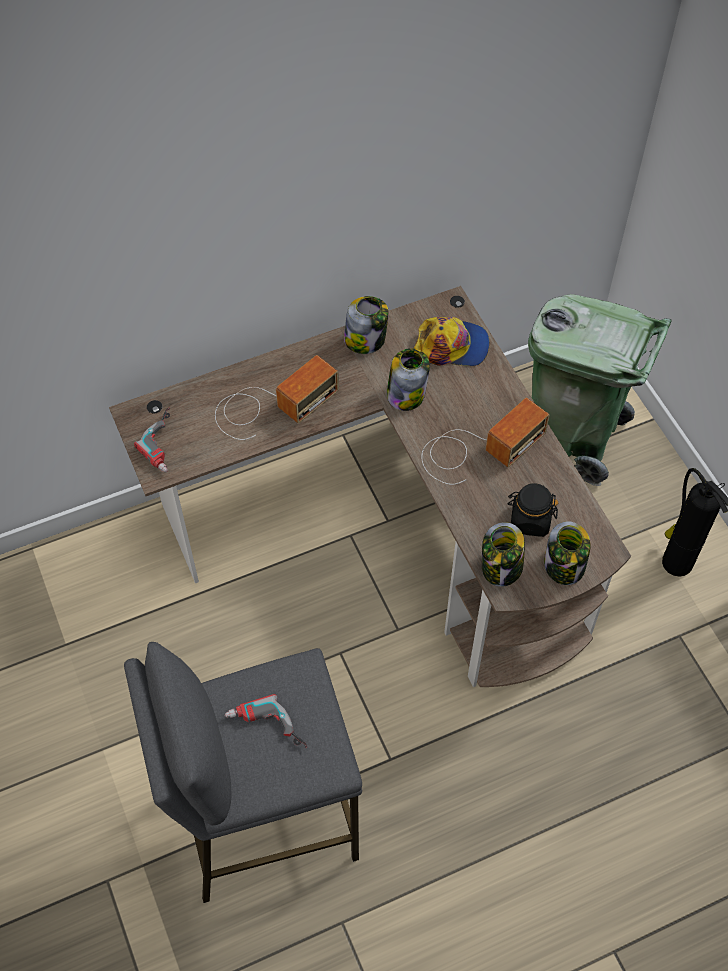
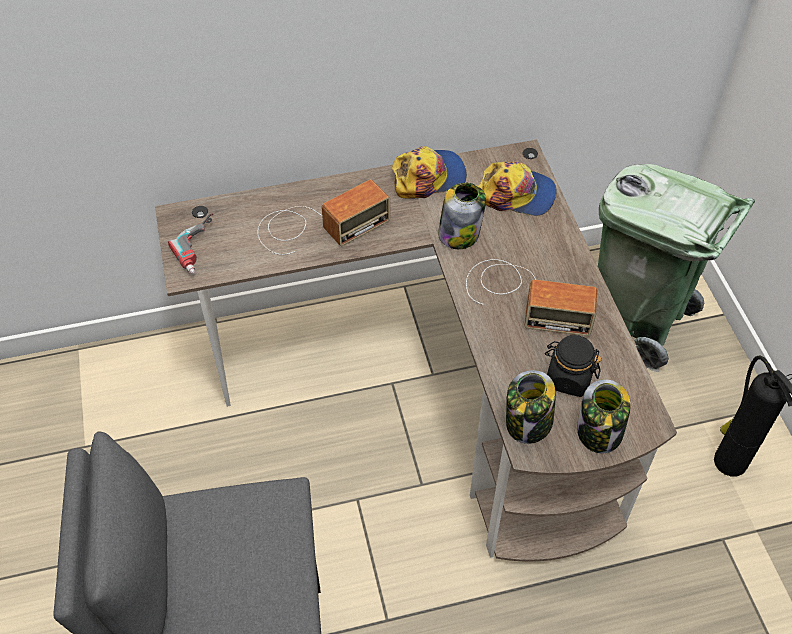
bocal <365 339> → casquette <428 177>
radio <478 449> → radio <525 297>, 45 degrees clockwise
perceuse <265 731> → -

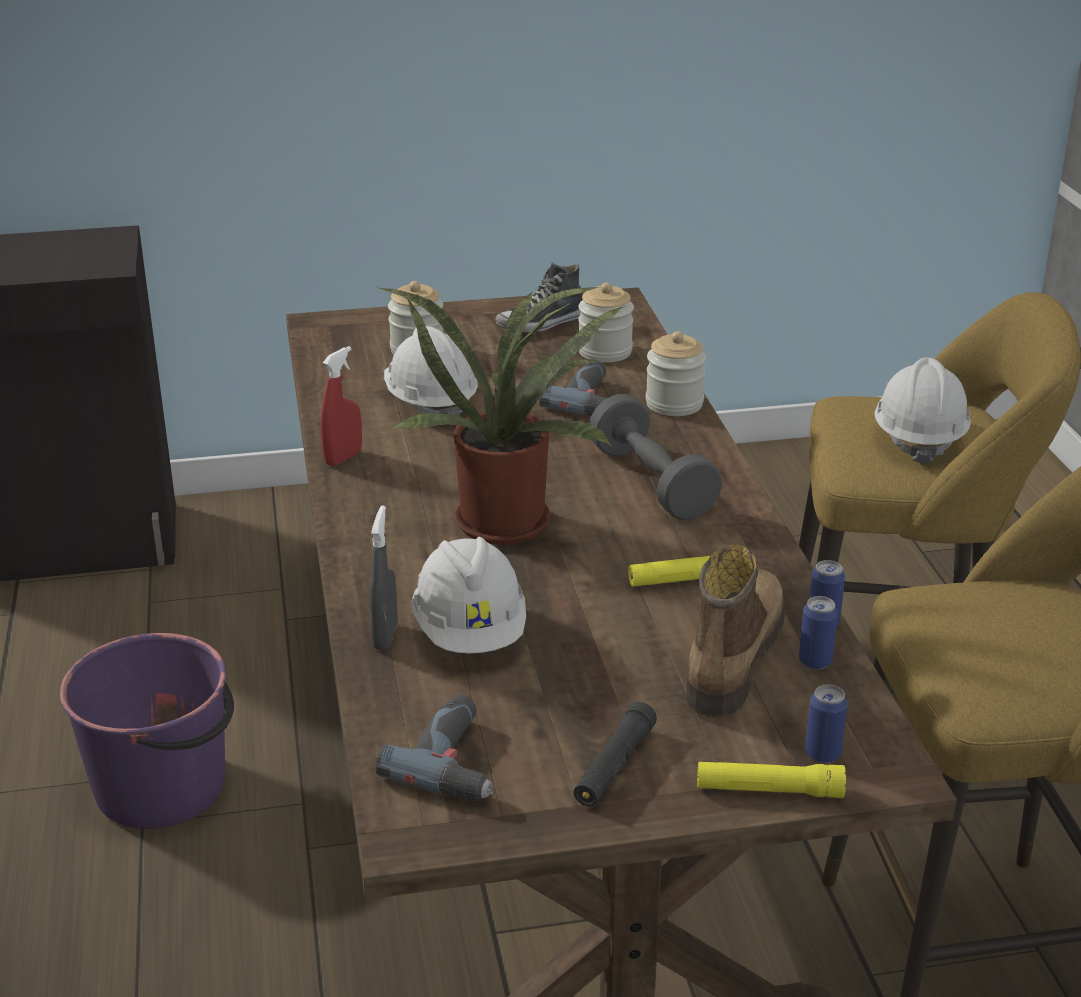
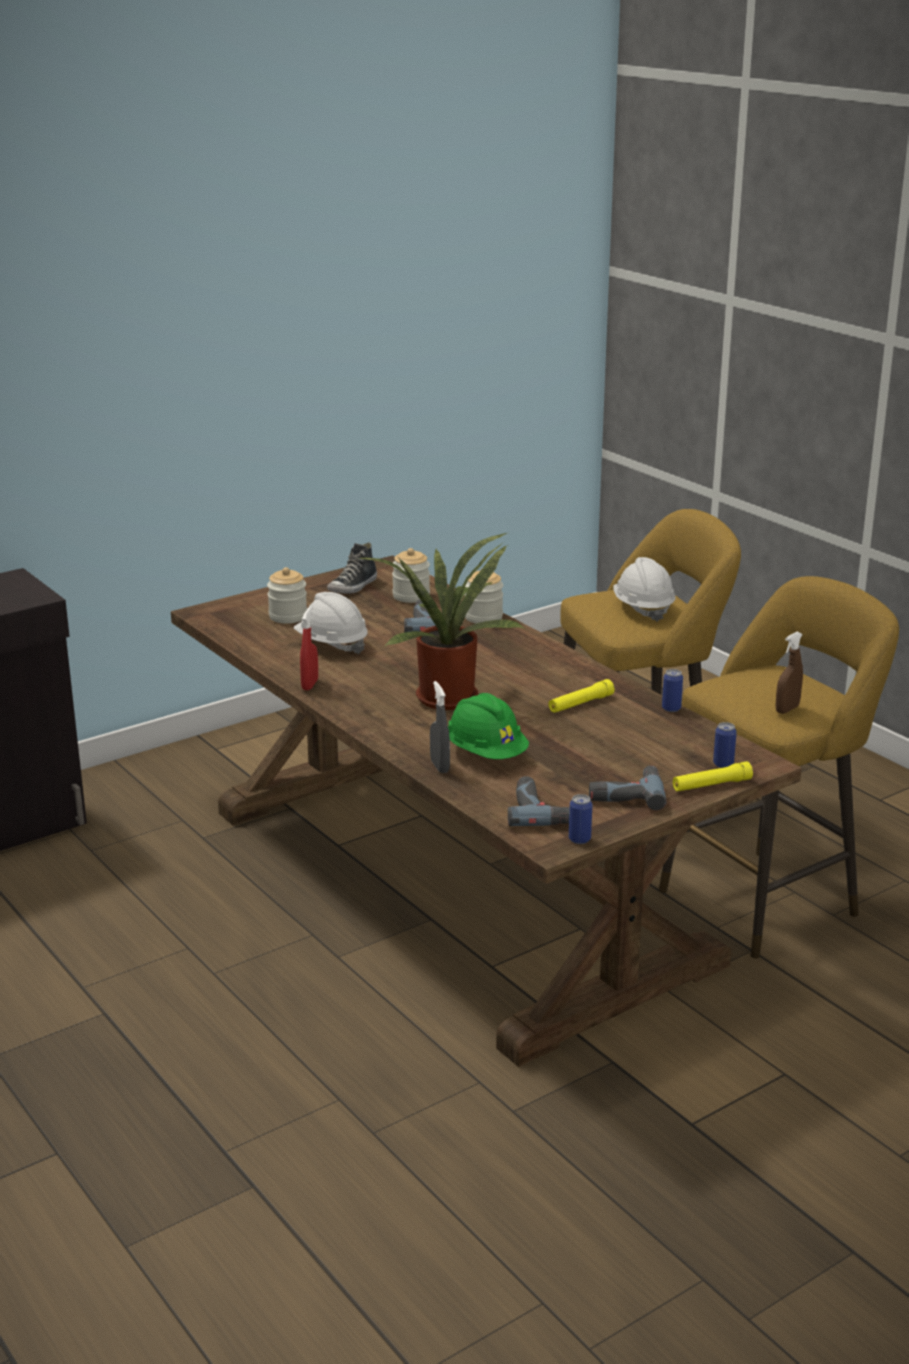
haltère (gris) <652 482> → -
casque de chantier (blanc) <470 633> → casque de chantier (vert) <486 754>
botte <731 657> → -
boîte métallique <815 661> → boîte métallique <579 839>, moved
seau (violet) <163 787> → -
lampe de poche (noir) <614 766> → perceuse <625 793>
- → vaporisateur (marron) <787 709>

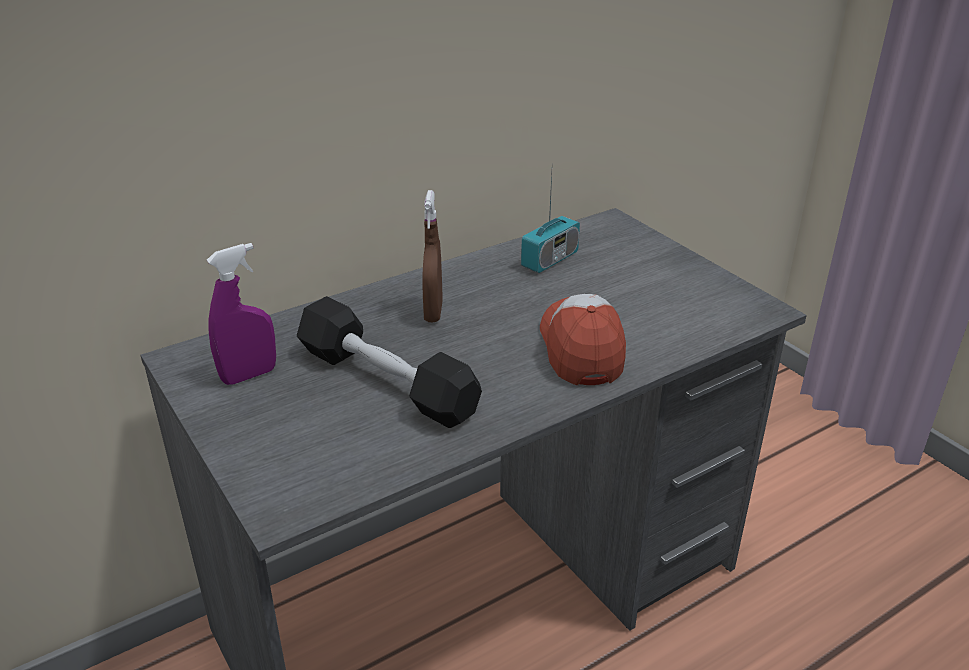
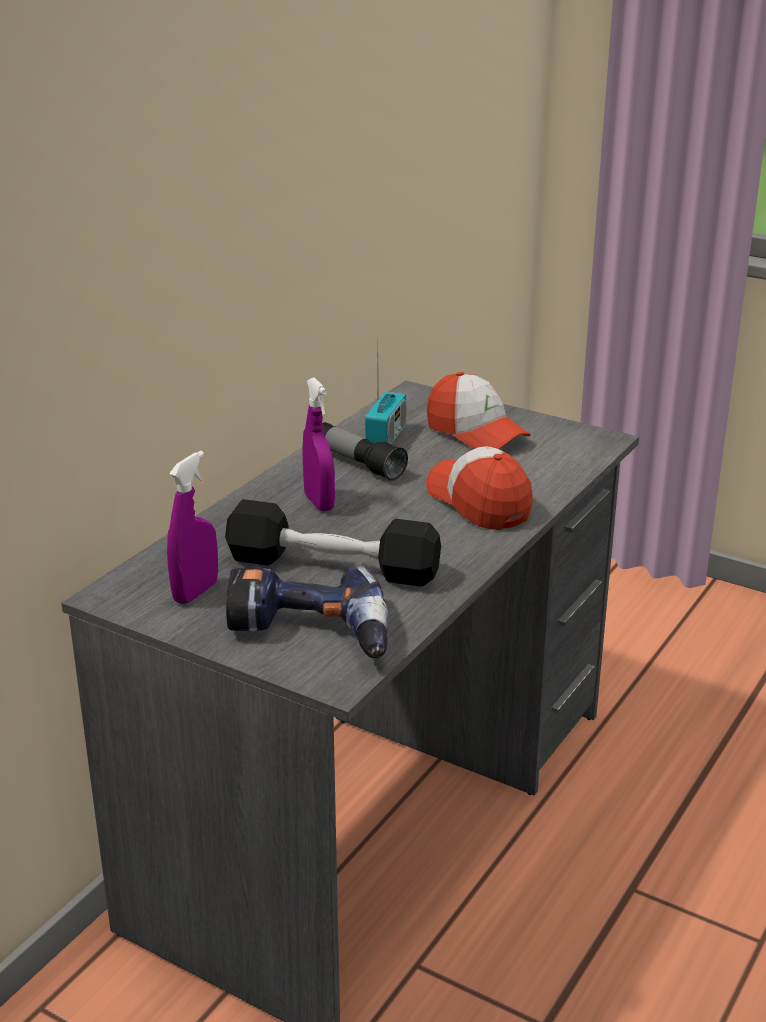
vaporisateur (marron) <433 312> → vaporisateur (violet) <319 502>
- → casquette <476 433>
- → lampe de poche <358 464>
- → perceuse <308 636>

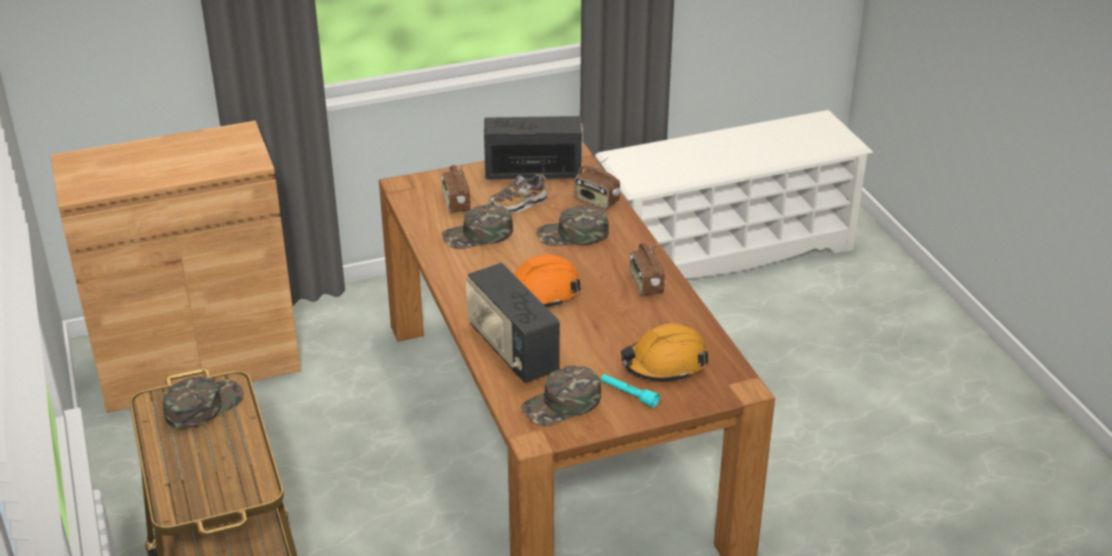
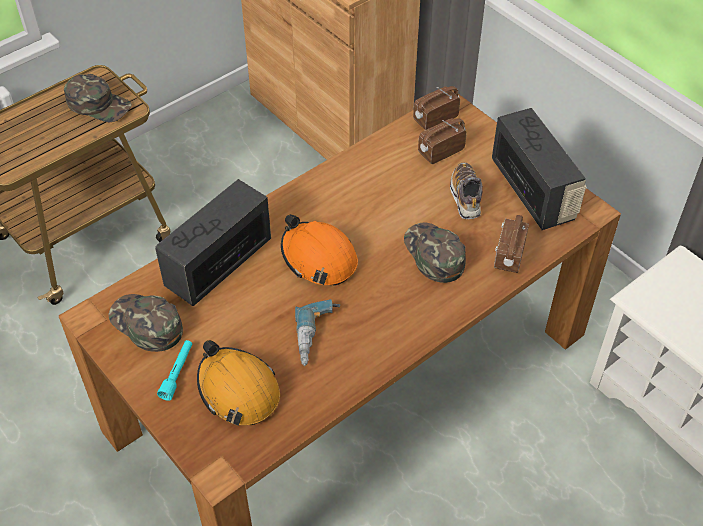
chaussure <518 204> → chaussure <466 197>, 45 degrees clockwise
casquette (vert) <478 235> → -
radio <645 284> → radio <435 119>, moved
- → perceuse <318 337>

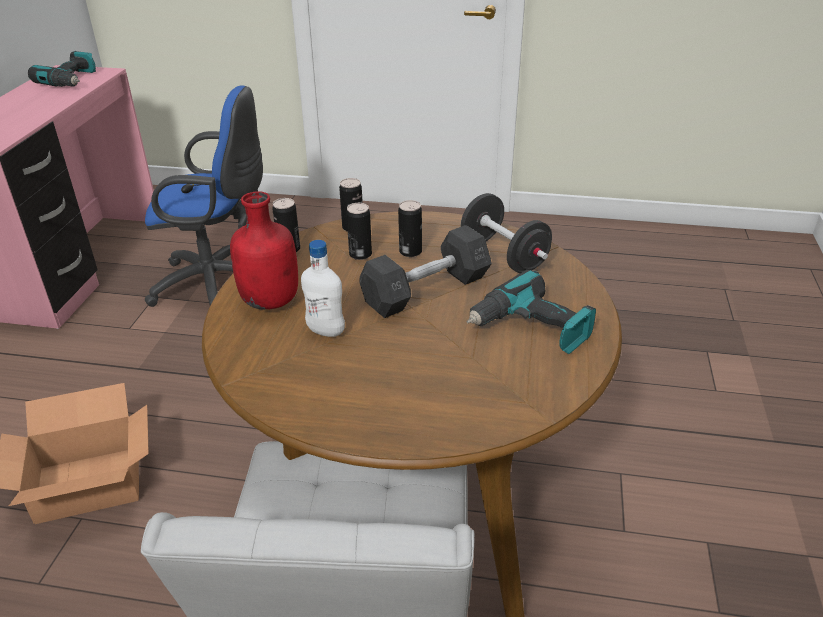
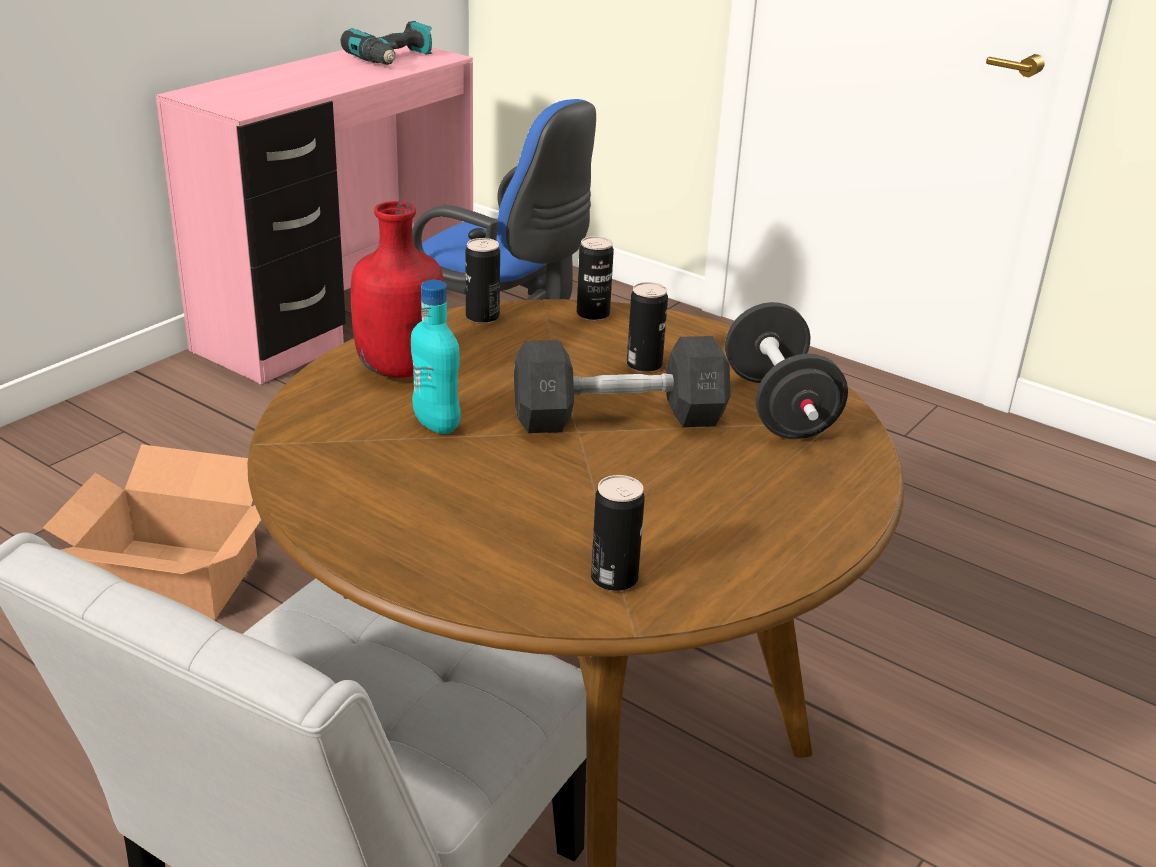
boîte métallique <360 254> → boîte métallique <614 578>, moved
bouteille (blanc) <326 331> → bouteille (turquoise) <436 424>
perceuse <531 329> → -

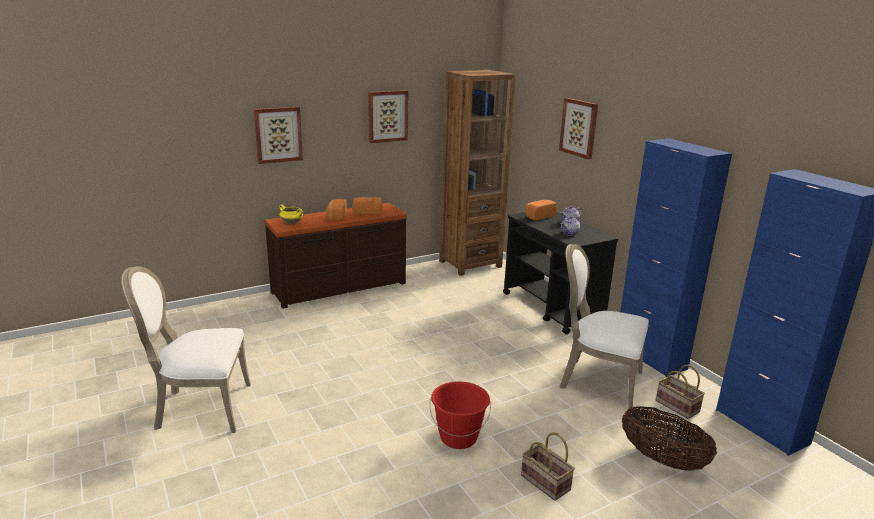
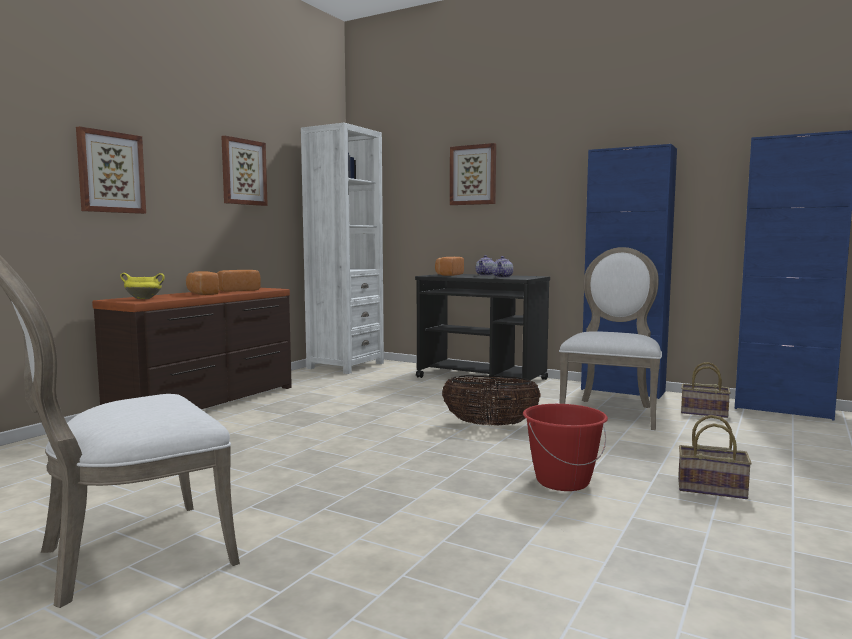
bibliothèque (marron) <470 264> → bibliothèque (blanc) <345 366>
chaise (blanc) <597 381> → chaise (blanc) <611 412>, 120 degrees clockwise
panier <662 459> → panier <490 425>, moved

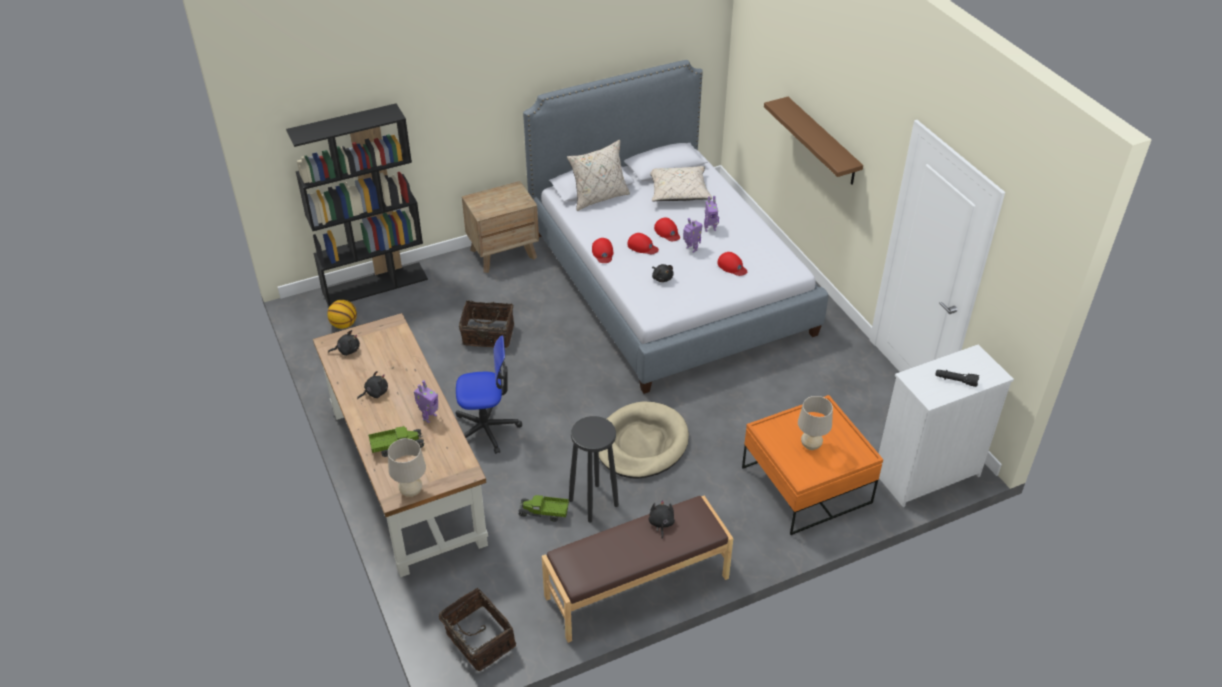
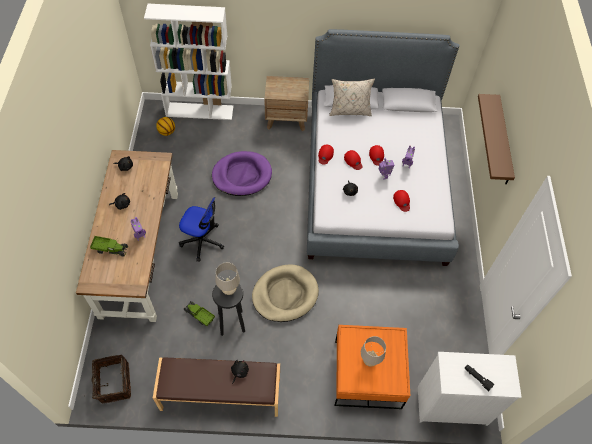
bibliothèque (noir) <375 284> → bibliothèque (blanc) <200 111>
coussin (beige) <678 191> → -
panier <488 336> → panier pour chien (violet) <242 175>
lampe de table (beige) <411 491> → lampe de table (beige) <229 290>, moved

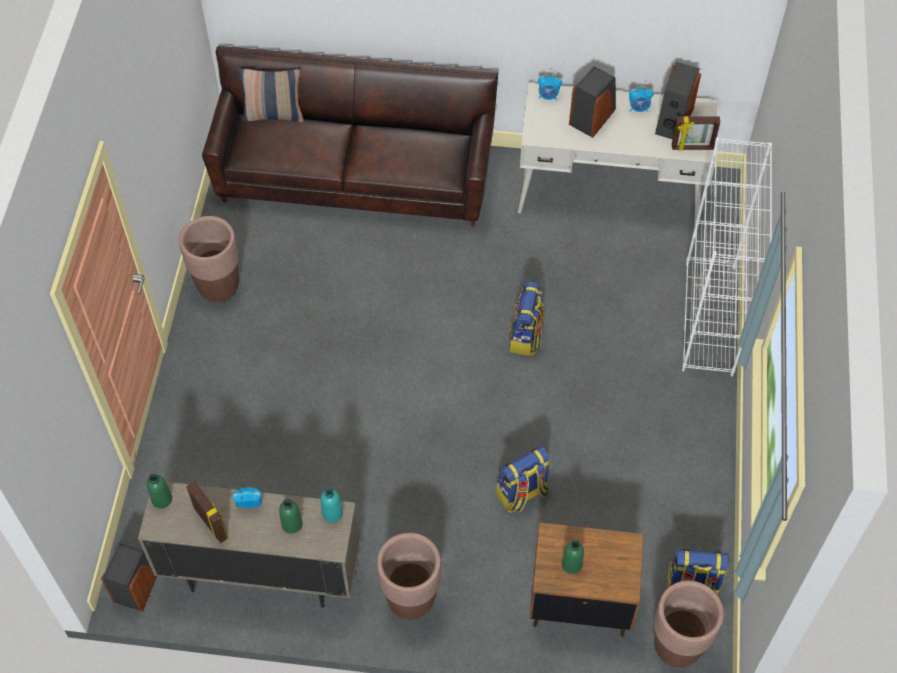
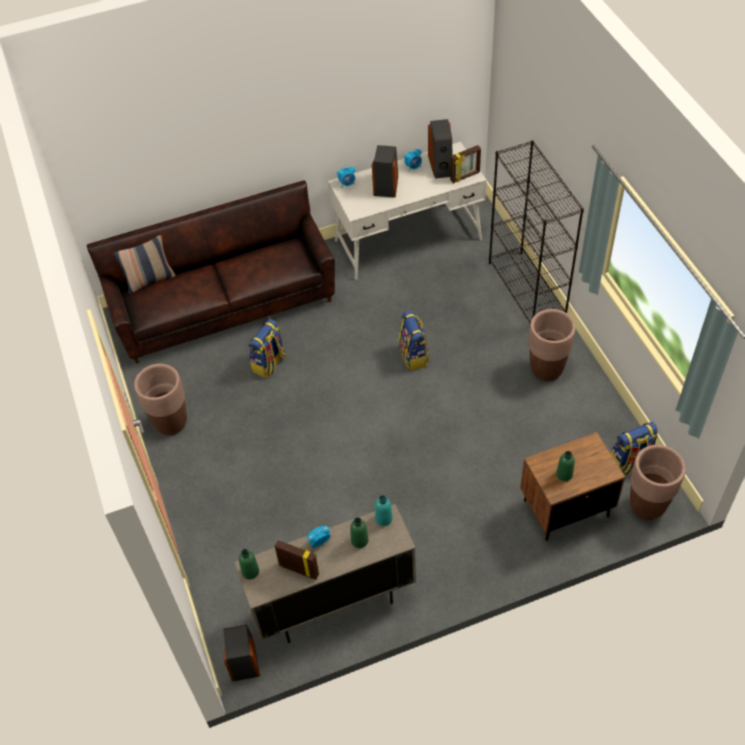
bibliothèque (blanc) <709 319> → bibliothèque (noir) <527 291>
sac à dos <522 494> → sac à dos <269 364>, moved
cache-pot (marron) <411 600> → cache-pot (marron) <546 369>, moved

